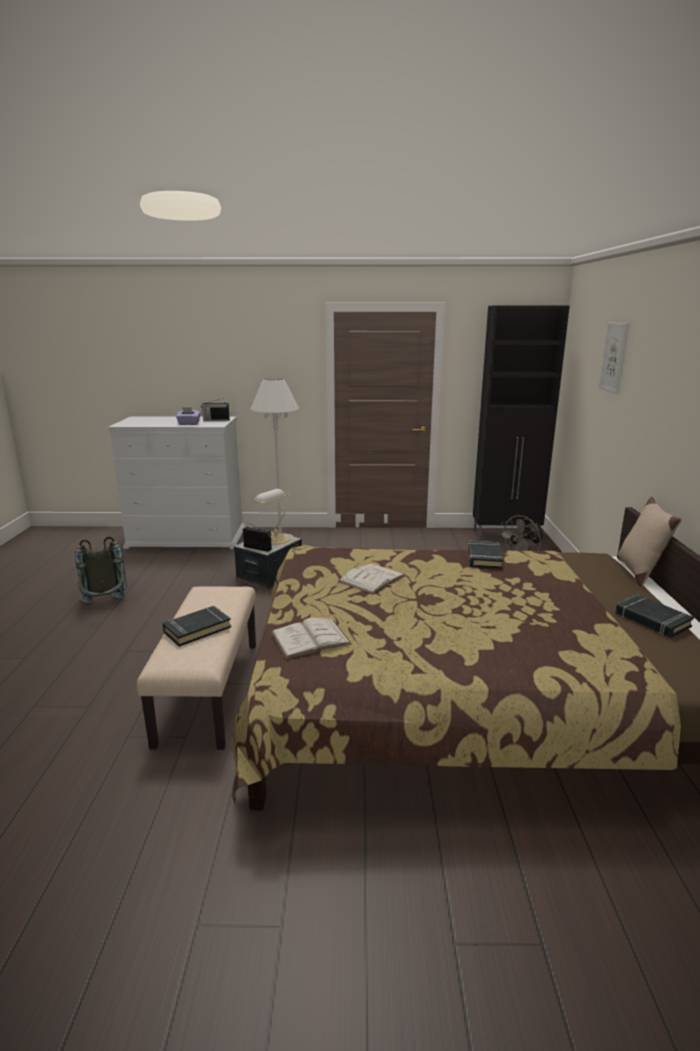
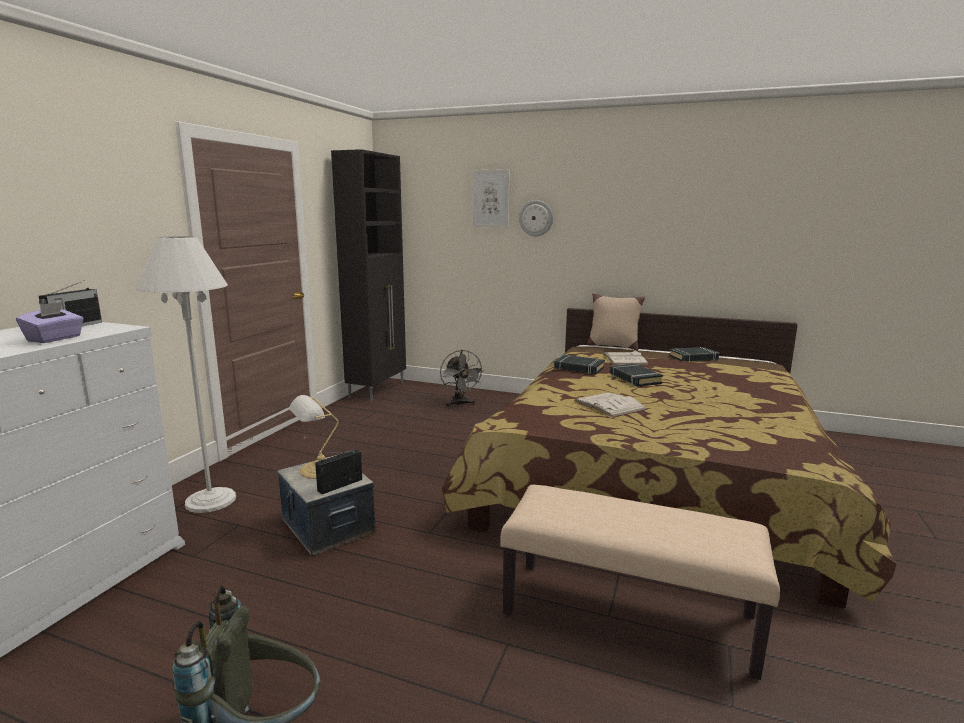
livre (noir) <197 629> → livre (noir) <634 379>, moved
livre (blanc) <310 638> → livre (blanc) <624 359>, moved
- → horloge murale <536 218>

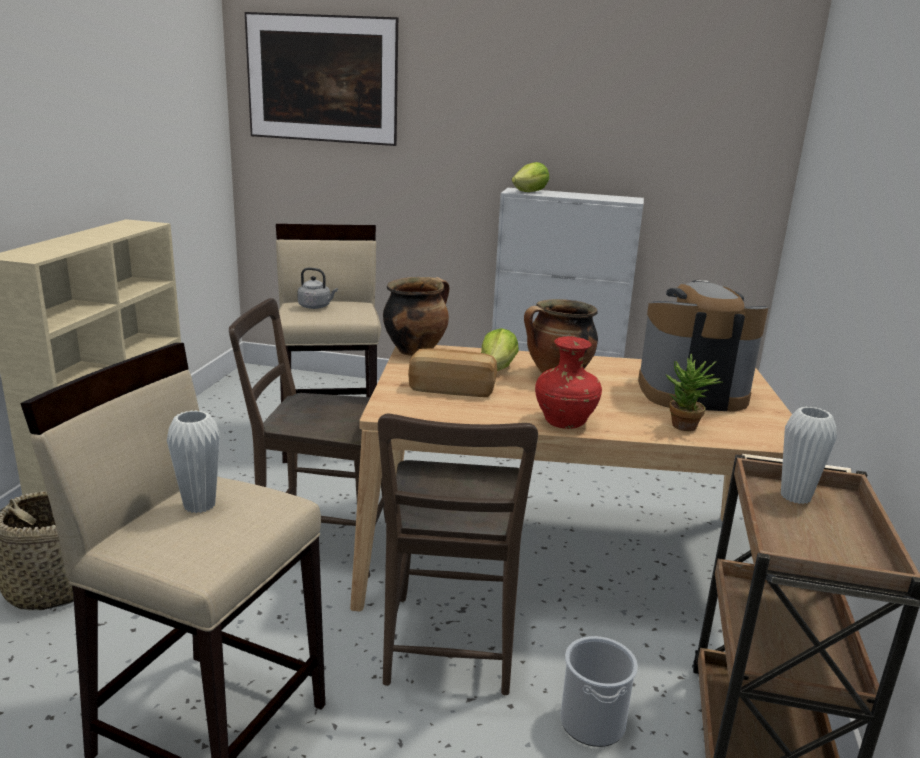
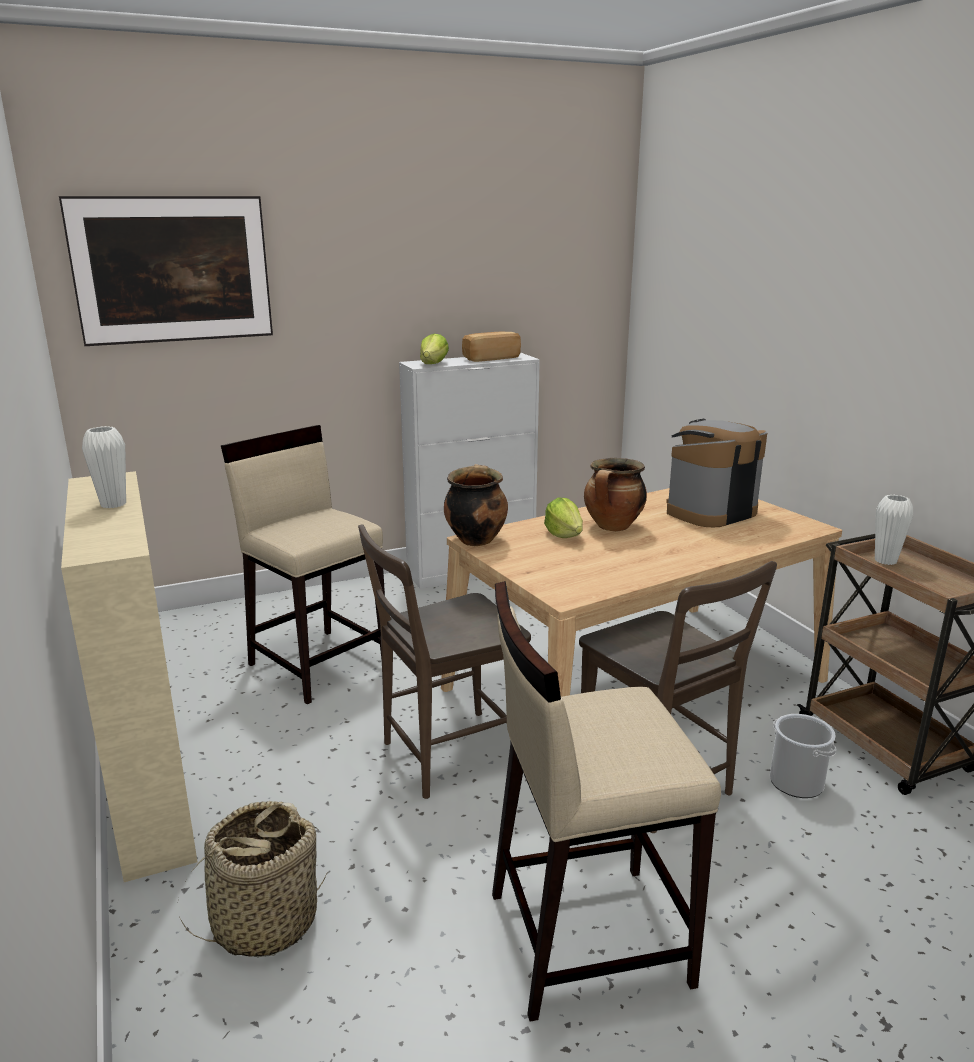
bouilloire (gris) <316 307> → -
vase (rouge) <563 422> → -
pain <452 388> → pain <490 358>, moved
plante en pot <685 428> → -
vase (blanc) <199 505> → vase (blanc) <113 504>, moved

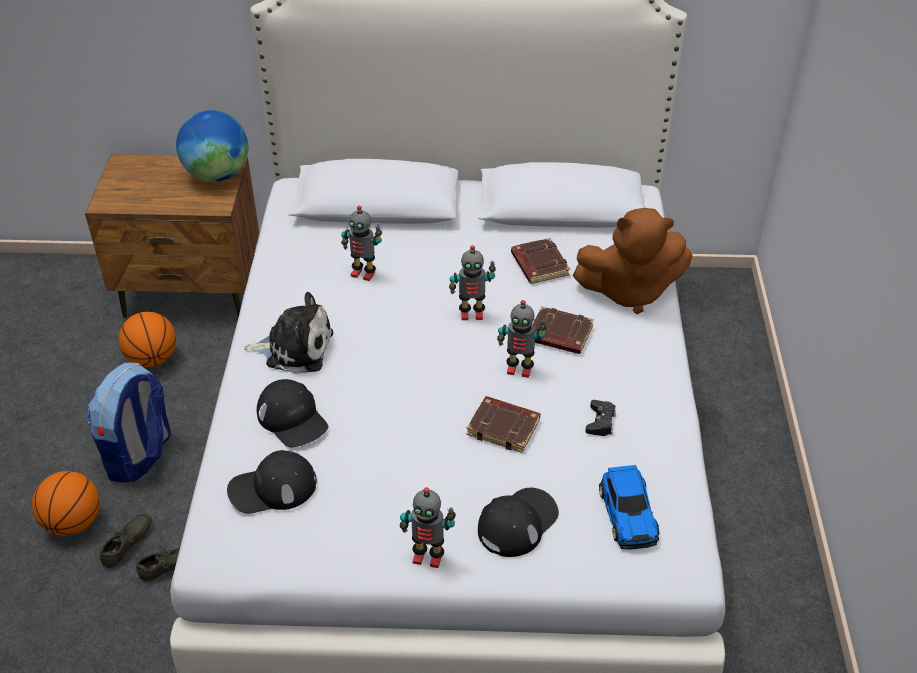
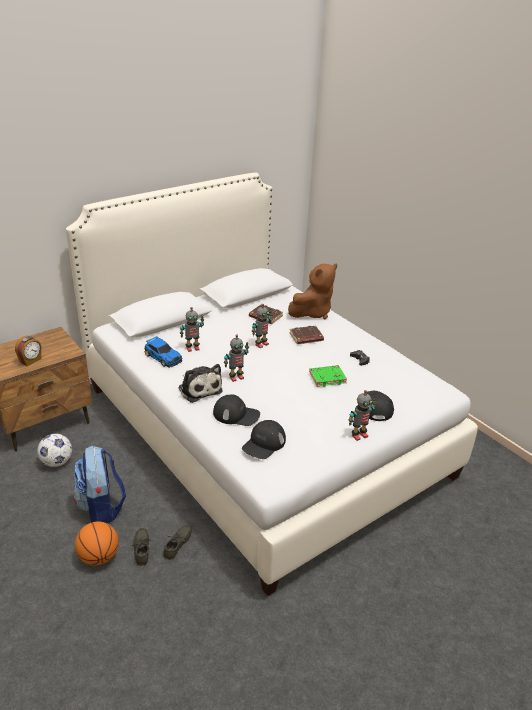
globe <217 175> → -
peluche <295 348> → peluche <199 389>, 90 degrees clockwise
robot jouet <519 369> → robot jouet <236 377>, moved
ballon de basket <152 359> → ballon de foot <57 462>
livre (marron) <504 427> → livre (vert) <327 378>
petite voiture <628 513> → petite voiture <163 357>, moved
- → réveil <31 360>

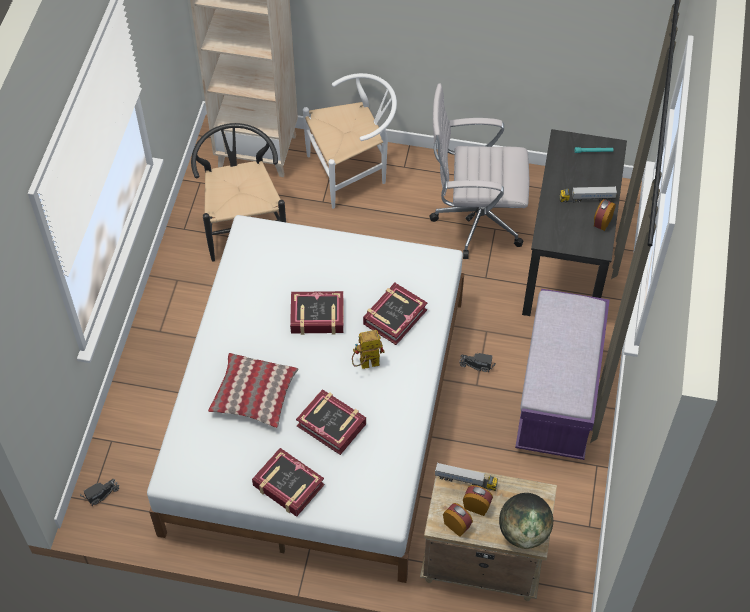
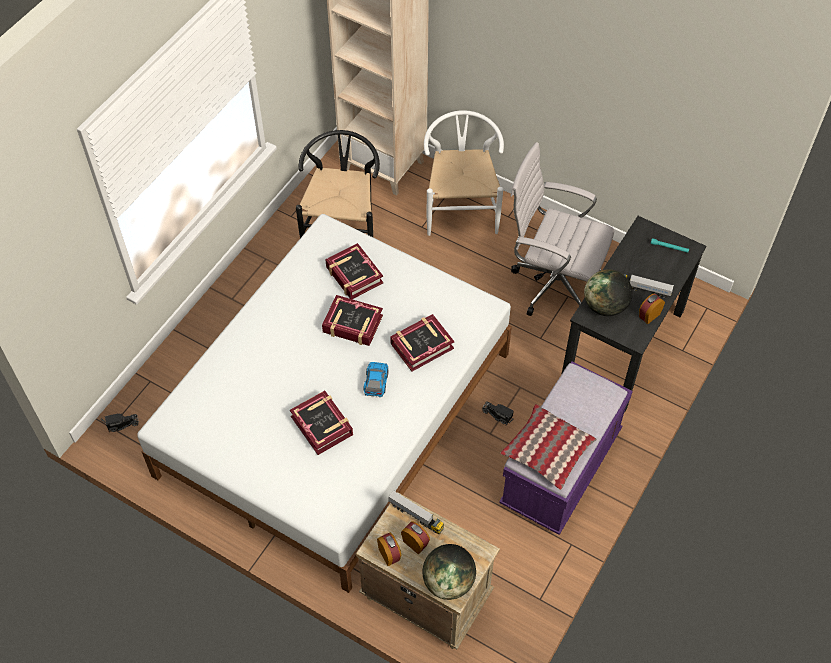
chaise (blanc) <353 171> → chaise (blanc) <461 207>, 90 degrees counterclockwise
robot jouet <365 365> → petite voiture <376 381>
coussin <254 396> → coussin <547 452>, moved
livre <288 486> → livre <354 275>, moved
- → globe <605 306>

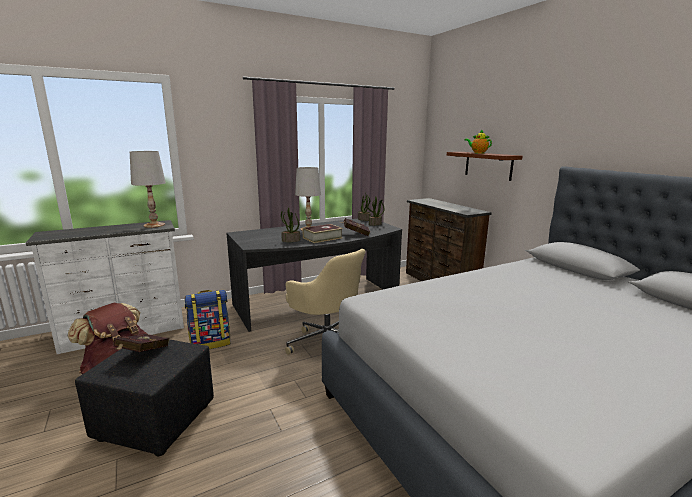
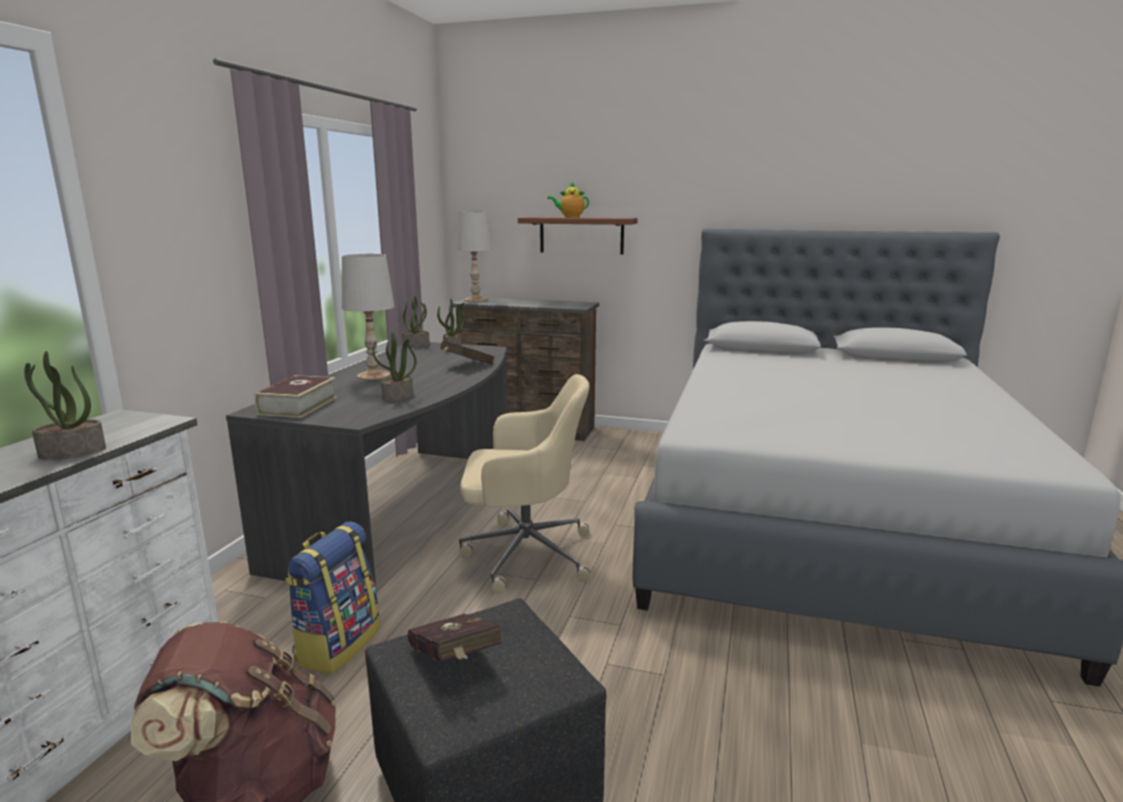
lampe de table (blanc) <154 225> → lampe de table (blanc) <475 299>, moved
livre <322 238> → livre <298 406>, moved
- → plante en pot <71 453>

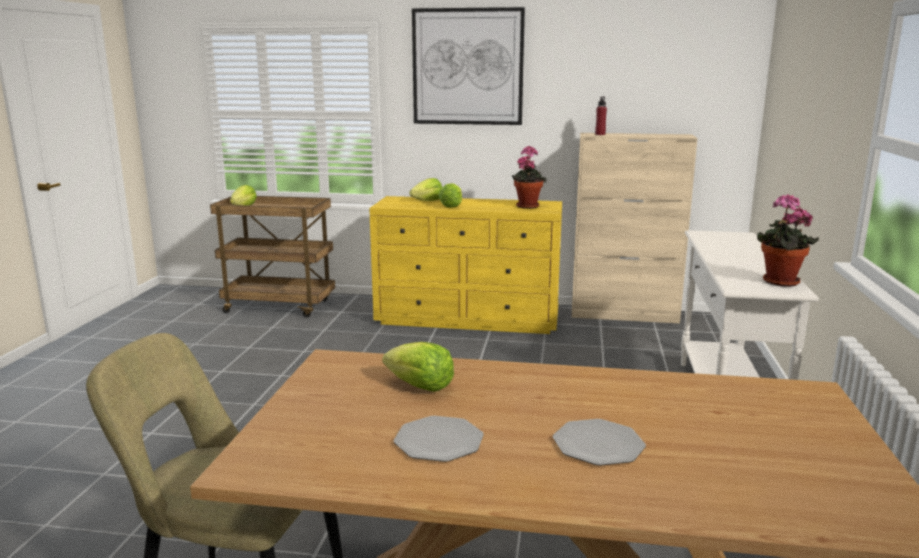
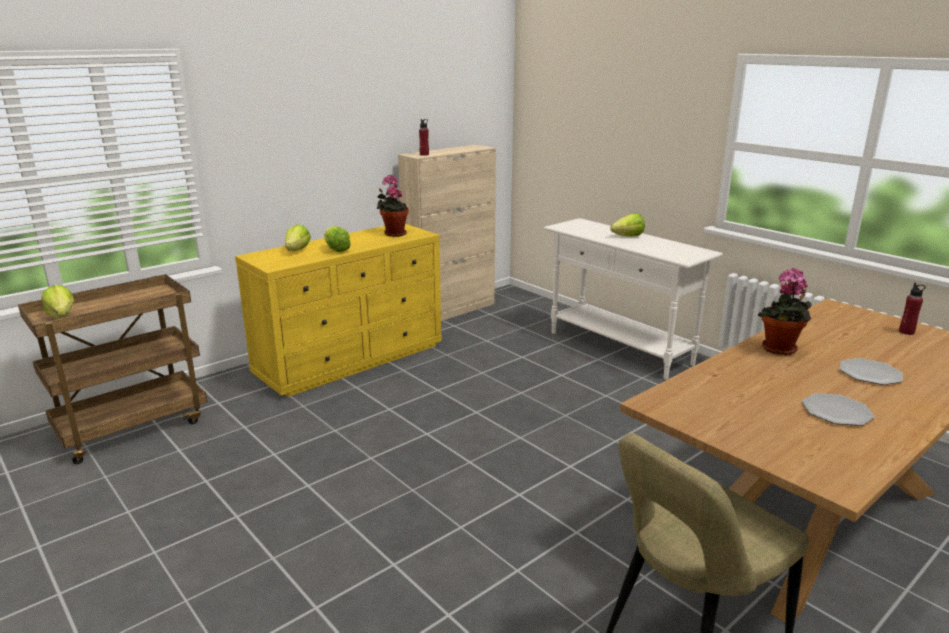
tableau <467 67> → -
plante en pot <778 282> → plante en pot <779 350>, moved
laitue <420 386> → laitue <628 236>, moved
- → bouteille (rouge) <906 332>

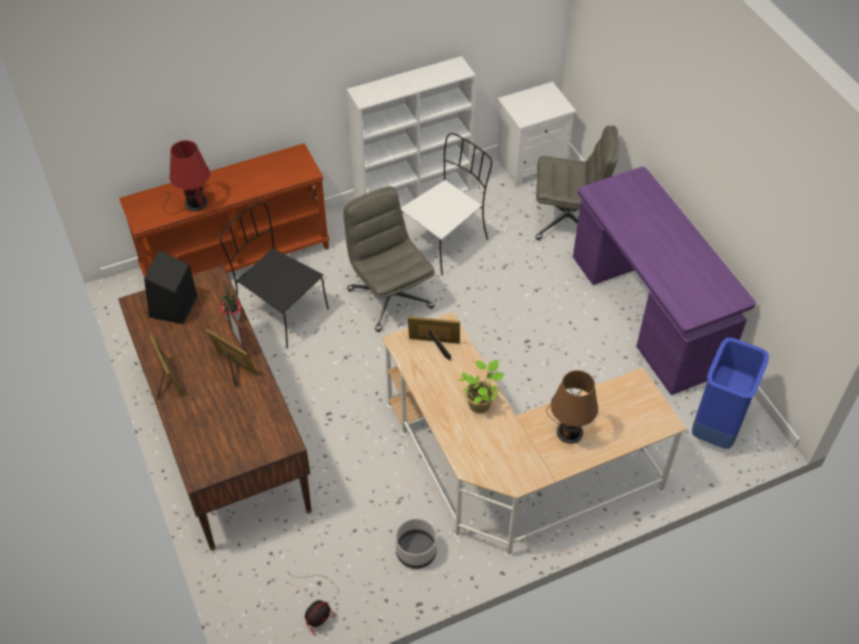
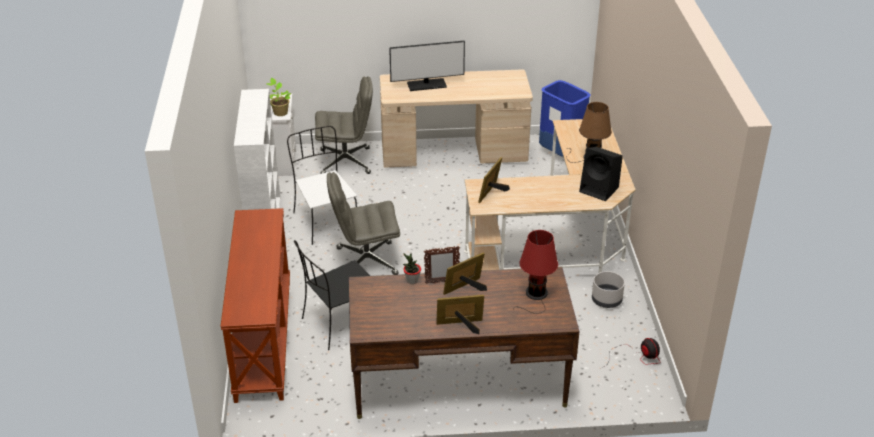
chaise de bureau (gris) <568 220> → chaise de bureau (gris) <346 162>, 60 degrees clockwise
lampe de table (rouge) <193 203> → lampe de table (rouge) <536 294>, moved
bureau (violet) <646 314> → bureau (beige) <454 153>
enceinte (noir) <173 308> → enceinte (noir) <600 190>, moved
plante en pot <480 403> → plante en pot <280 112>, moved
- → écran d'ordinateur <426 85>

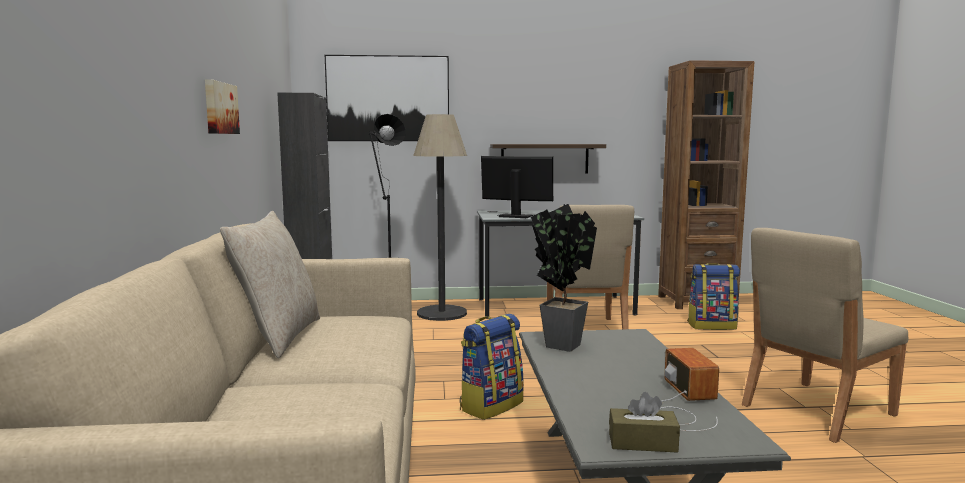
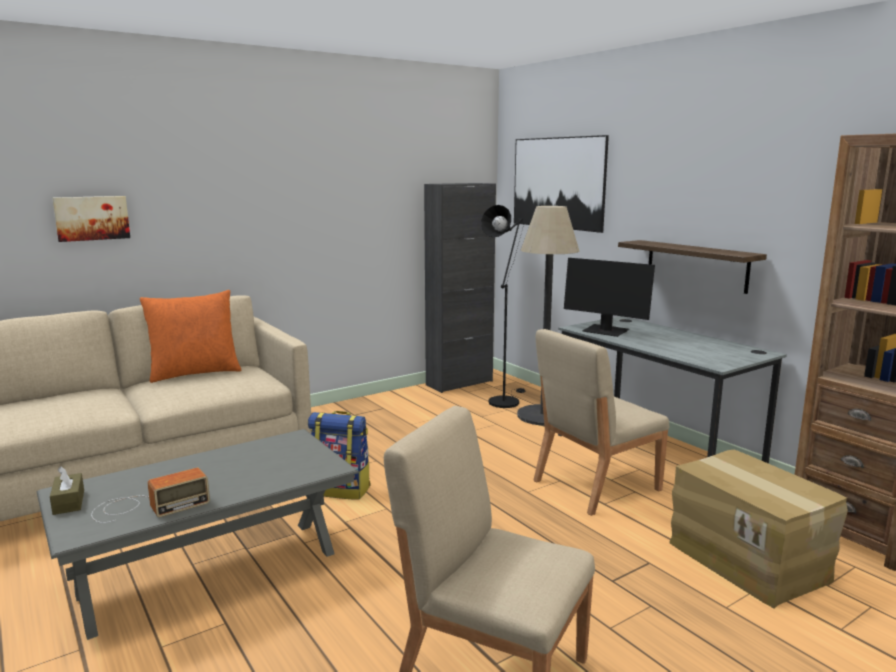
tableau <219 108> → tableau <92 218>, moved
écran d'ordinateur <515 216> → écran d'ordinateur <605 331>, 135 degrees clockwise
plante en pot <559 344> → -
coussin (beige) <278 337> → coussin (orange) <195 373>
sac à dos <712 326> → carton <748 560>

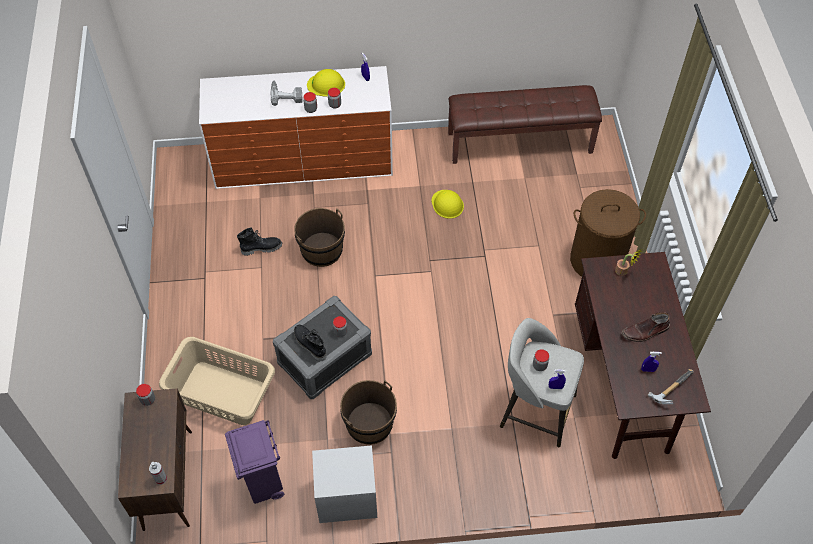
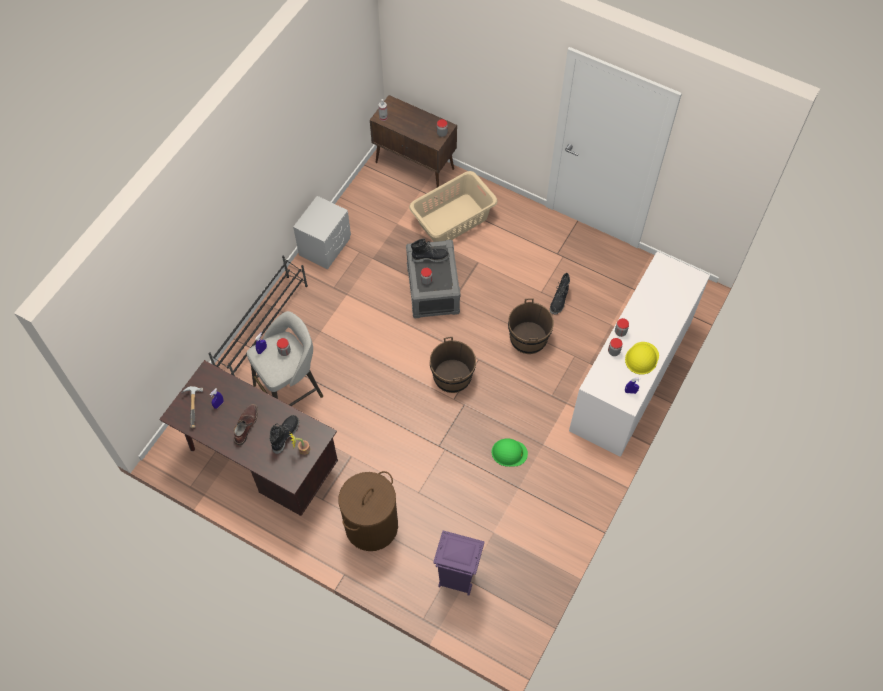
perceuse <286 94> → -
banc (marron) <520 142> → -
casque de chantier (jaune) <447 204> → casque de chantier (vert) <509 452>
seau (marron) <369 424> → seau (marron) <452 376>, moved
poubelle (violet) <264 486> → poubelle (violet) <456 579>, moved
- → étagère à chaussures (noir) <263 327>
- → botte (noir) <285 435>

